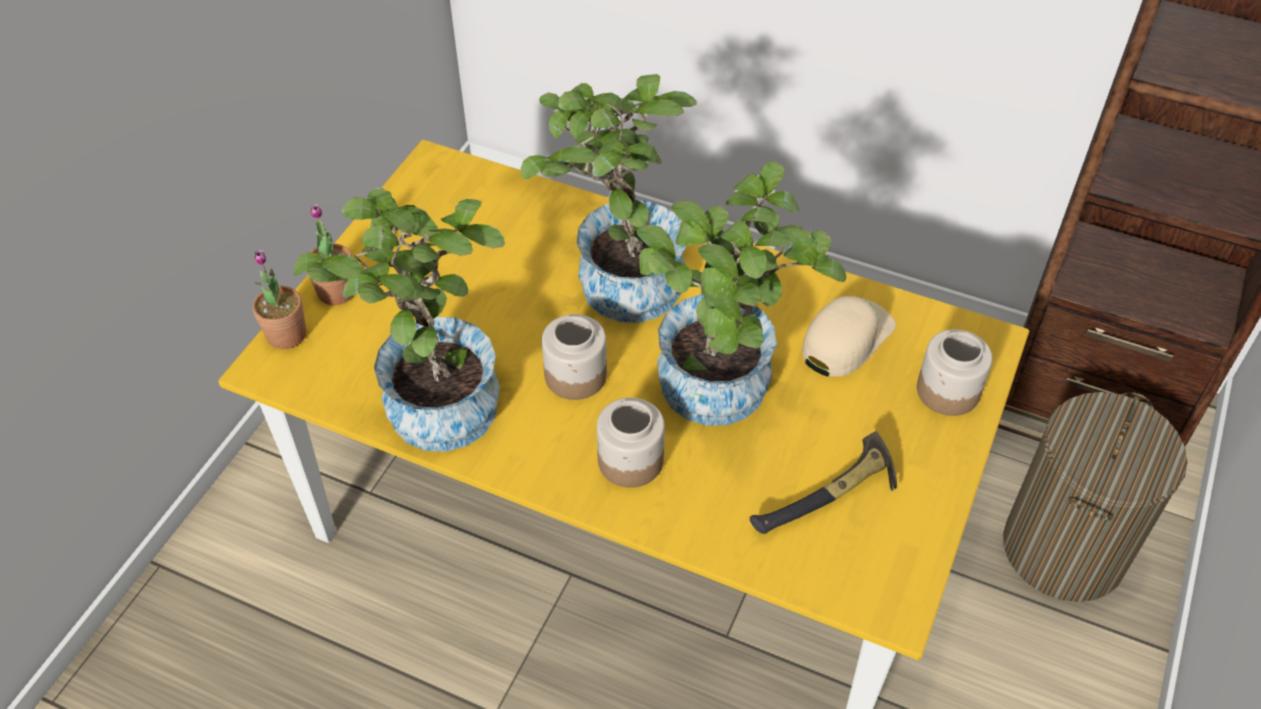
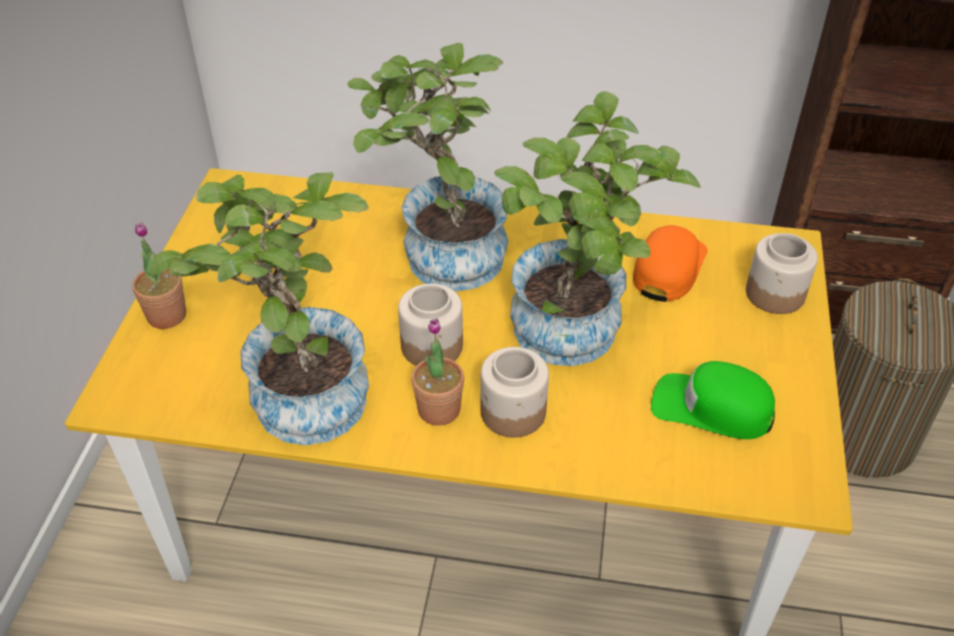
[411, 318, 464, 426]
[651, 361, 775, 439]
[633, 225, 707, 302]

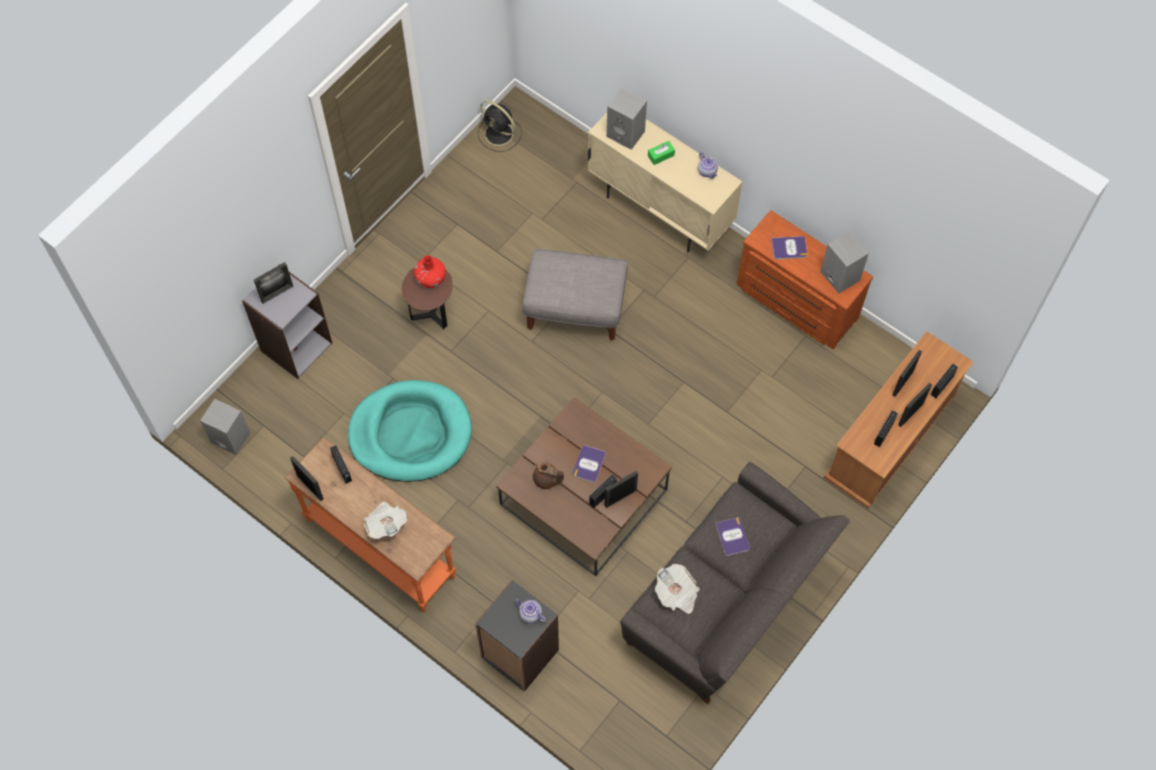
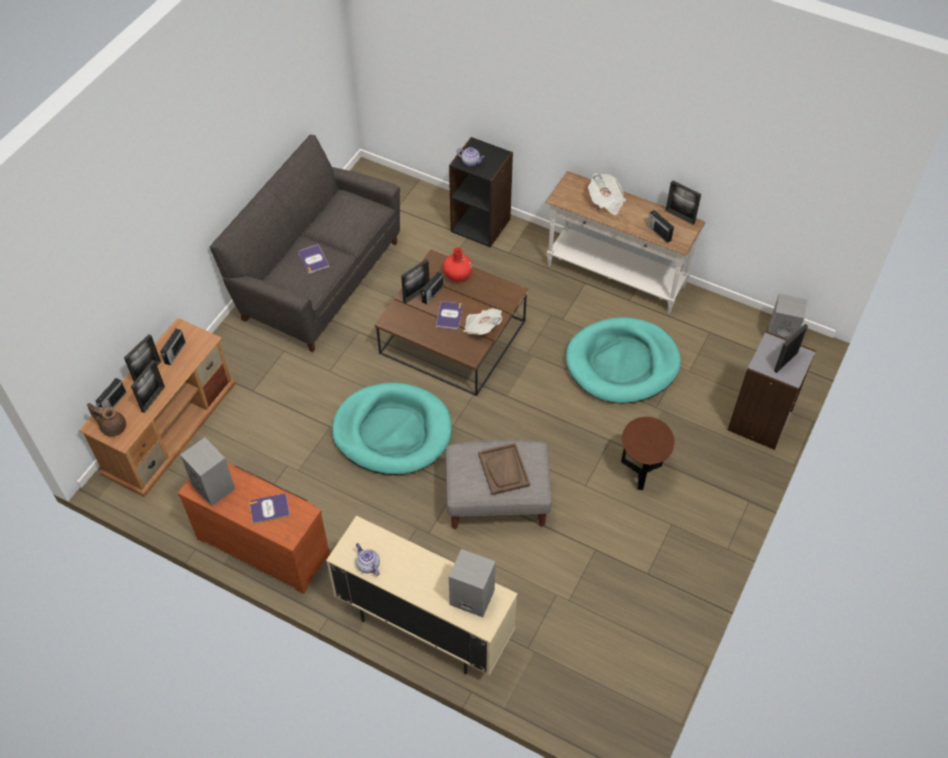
[545, 171, 705, 314]
[443, 247, 473, 282]
[478, 100, 522, 152] (first image)
[87, 403, 126, 437]
[648, 141, 675, 165] (first image)
[463, 308, 502, 335]
[332, 382, 452, 475]
[478, 443, 530, 495]

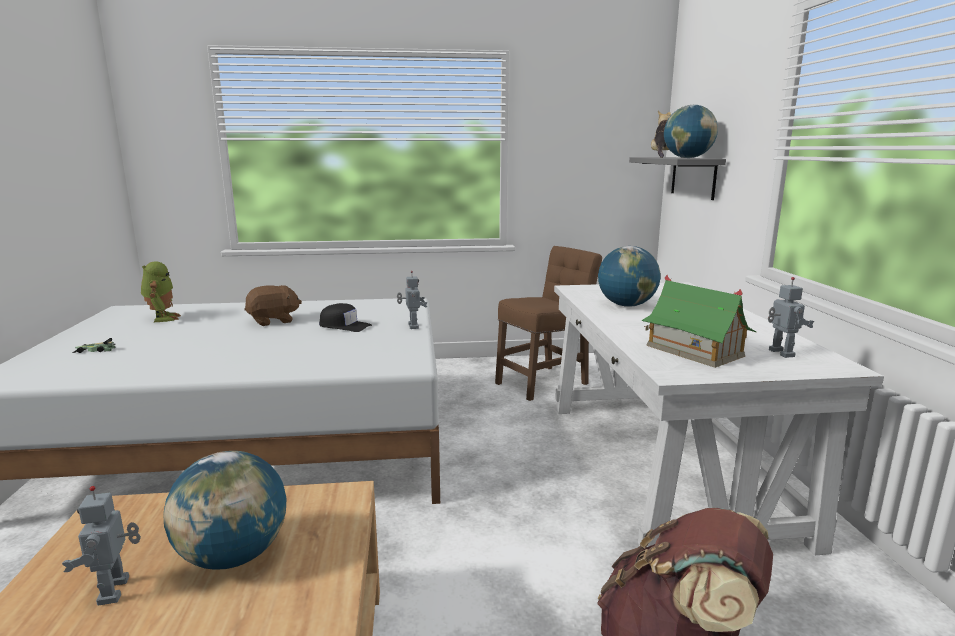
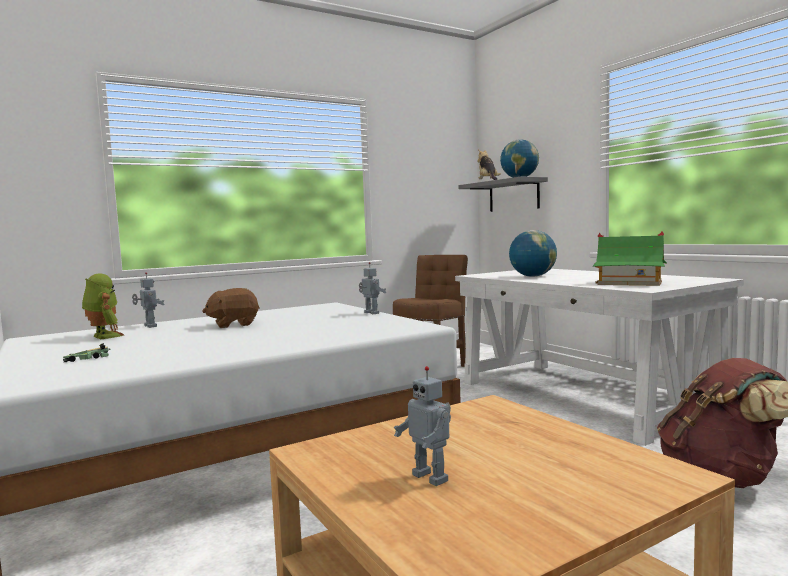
[164, 451, 286, 569] (first image)
[202, 288, 260, 328]
[319, 303, 372, 332] (first image)
[132, 272, 165, 328]

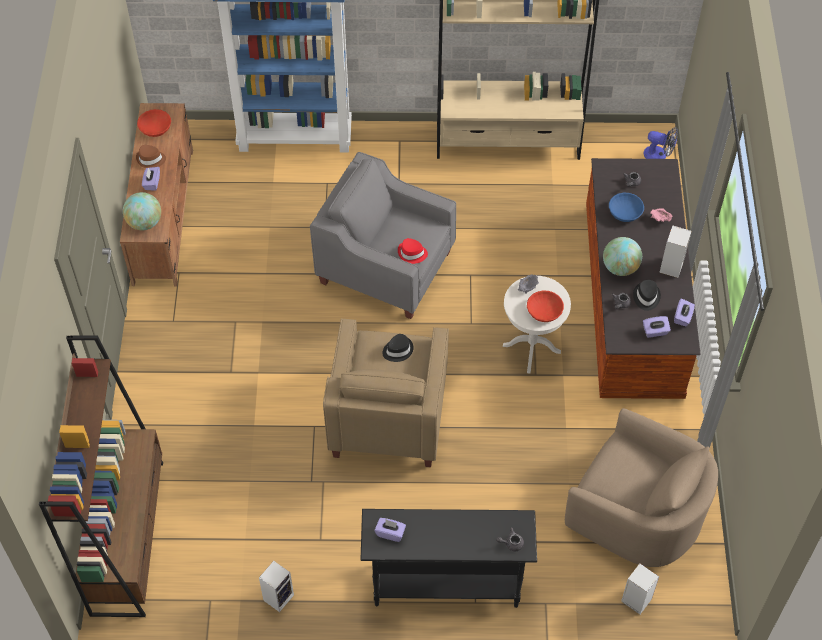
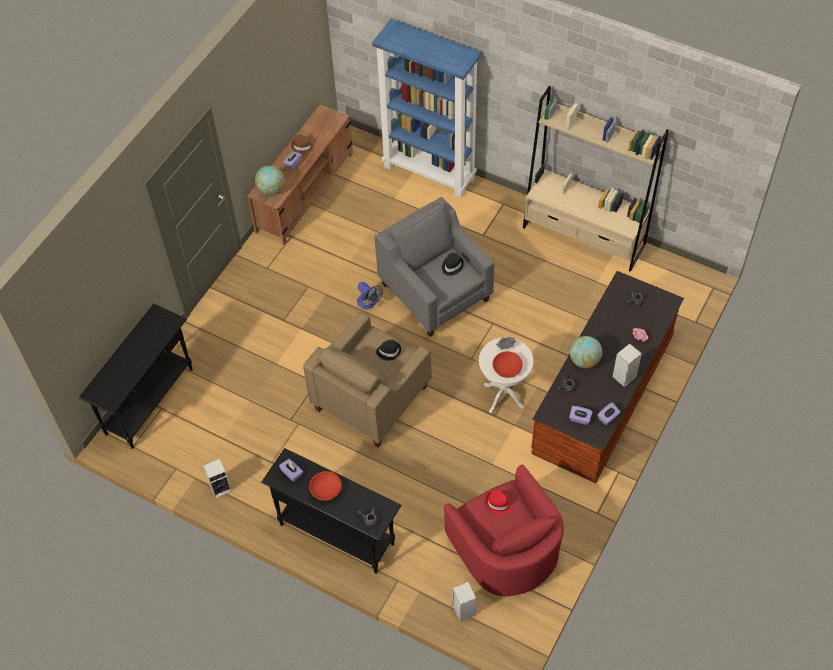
[79, 303, 193, 449]
[309, 471, 342, 501]
[486, 490, 512, 514]
[444, 464, 564, 596]
[609, 193, 644, 222] (first image)
[442, 253, 464, 276]
[357, 282, 383, 309]

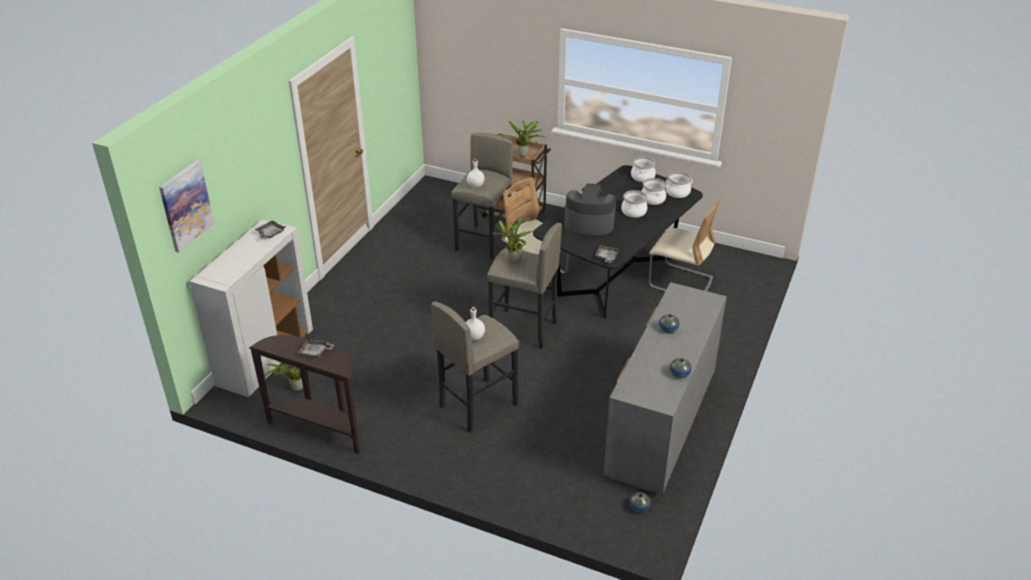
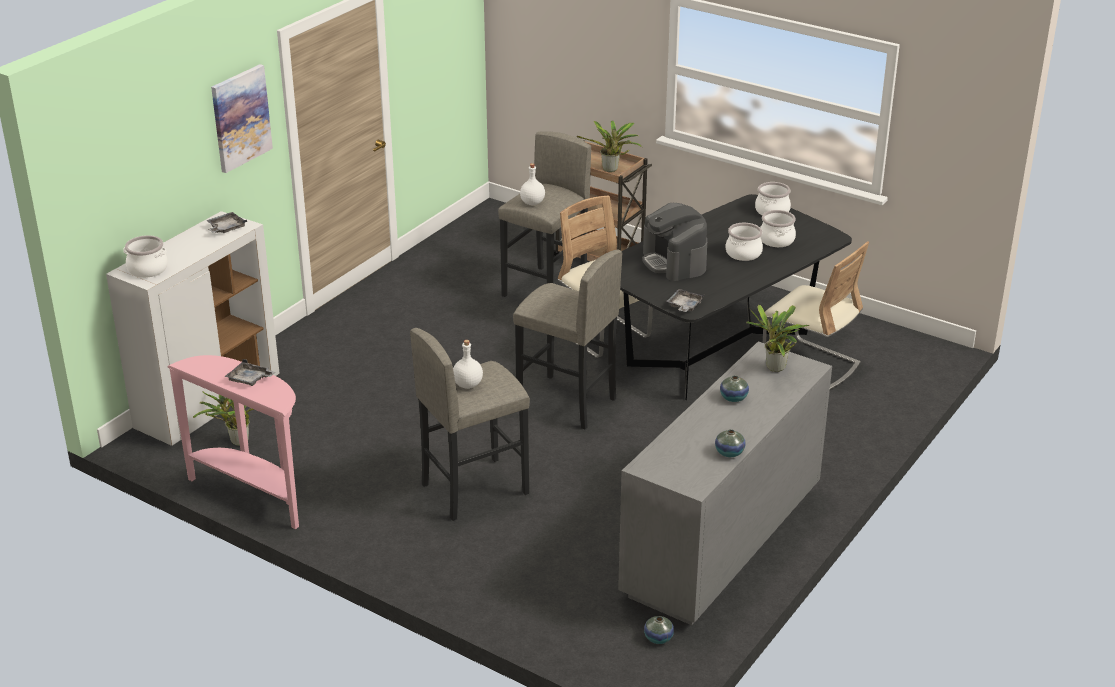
[211, 64, 273, 173]
[168, 355, 299, 529]
[746, 305, 809, 372]
[642, 203, 707, 281]
[123, 235, 168, 278]

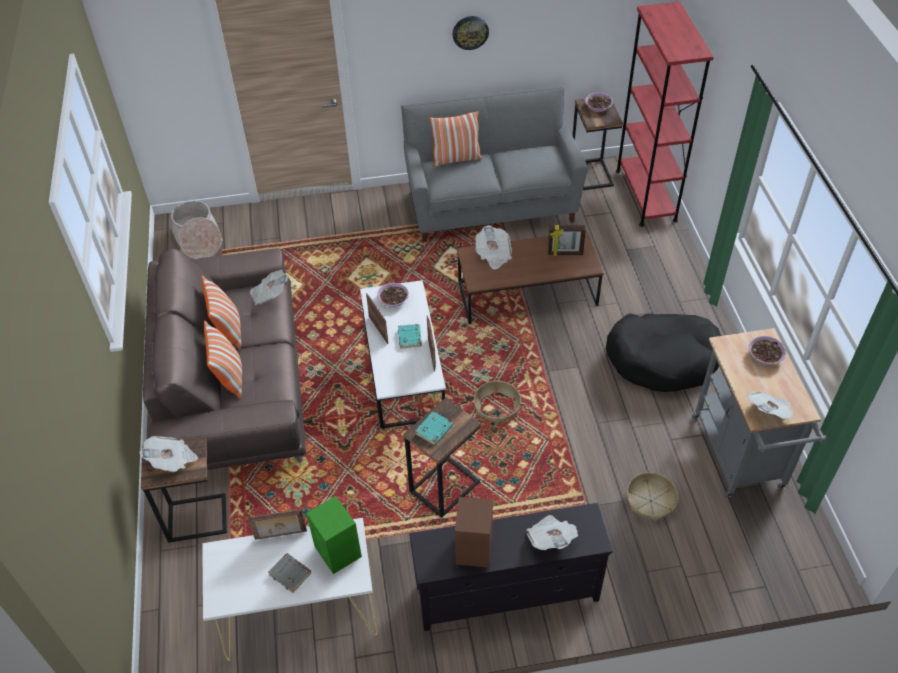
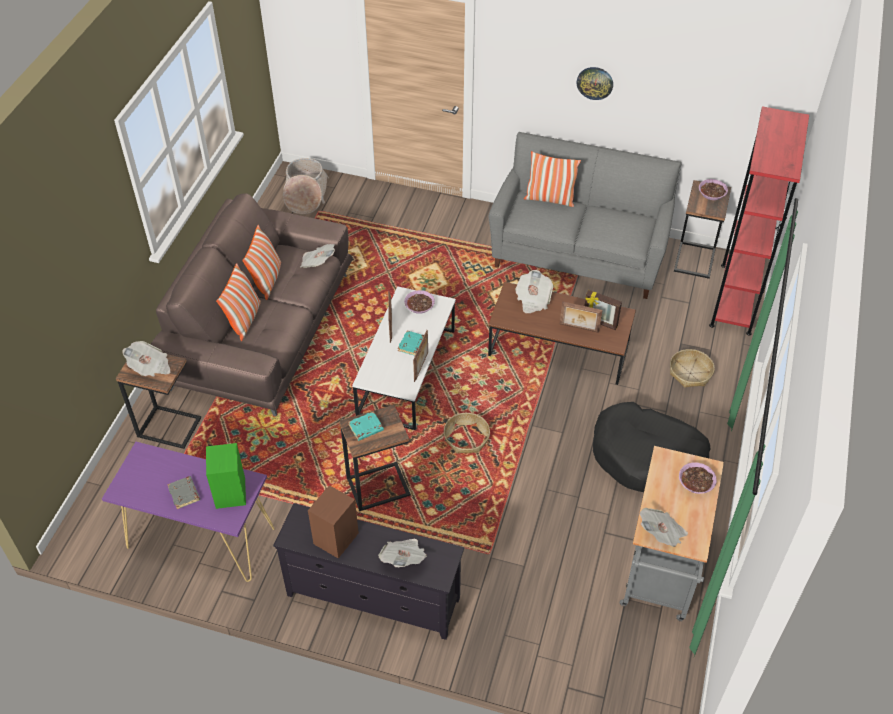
[102, 442, 275, 582]
[560, 301, 603, 333]
[670, 349, 714, 388]

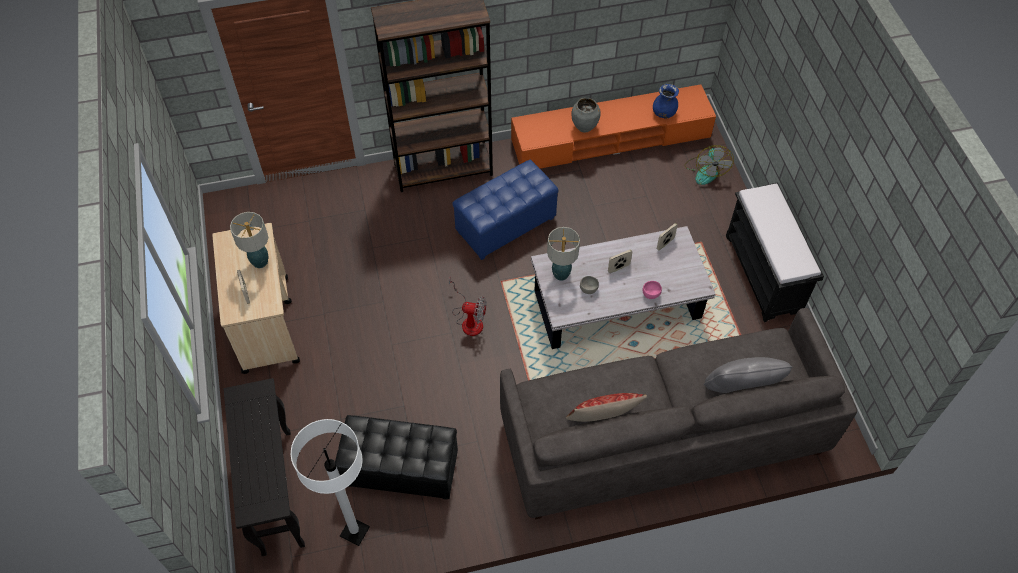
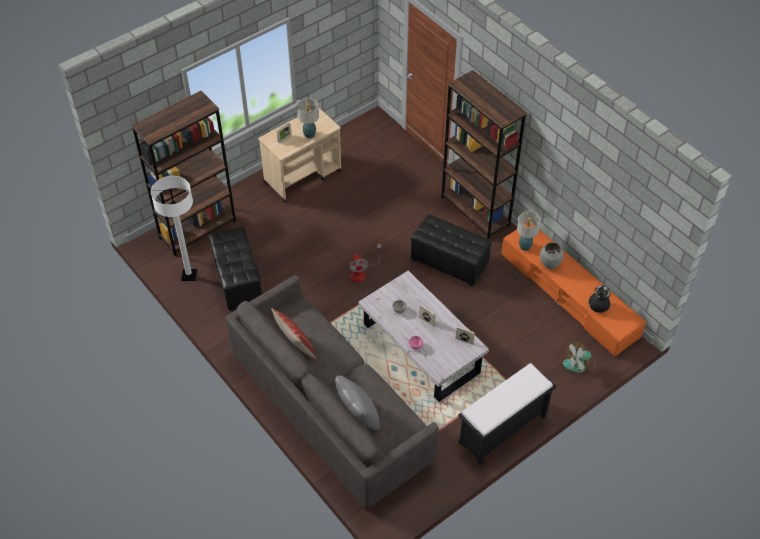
[131, 91, 236, 256]
[411, 214, 492, 287]
[517, 211, 541, 251]
[589, 285, 611, 313]

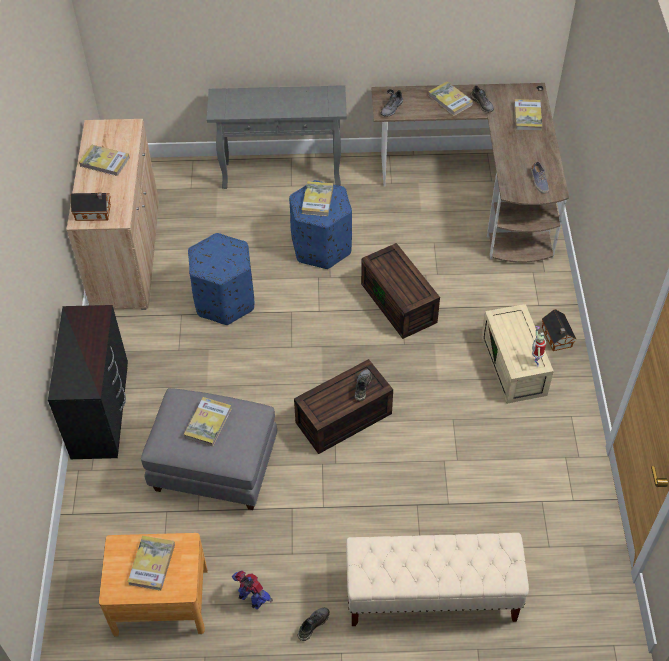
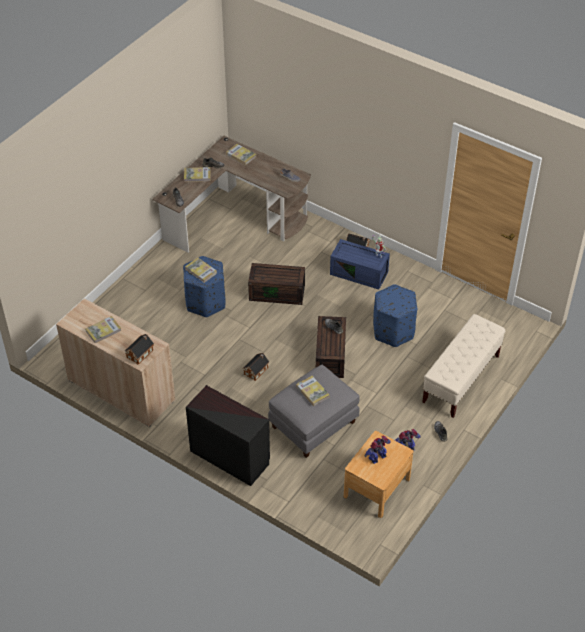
[364, 435, 391, 464]
[373, 284, 417, 347]
[207, 85, 347, 189] (first image)
[330, 239, 390, 289]
[243, 353, 269, 381]

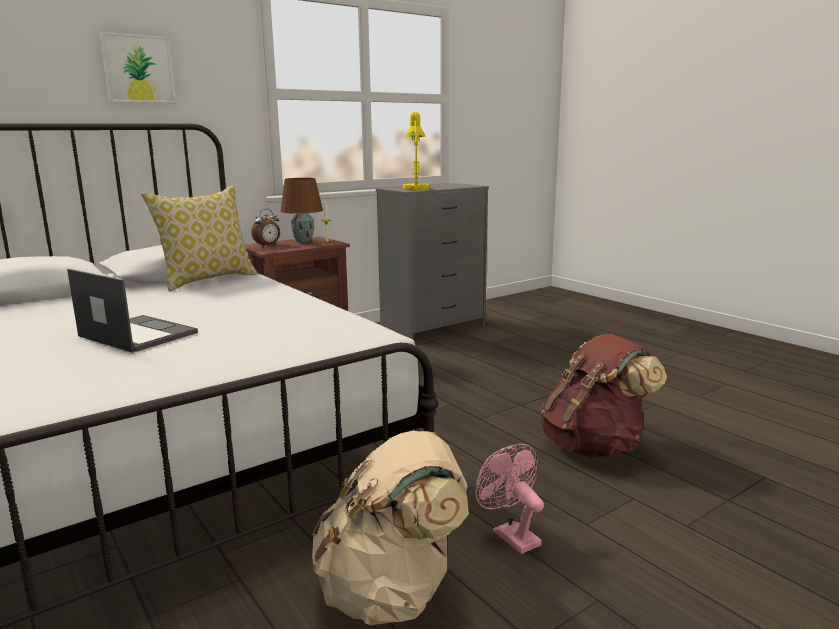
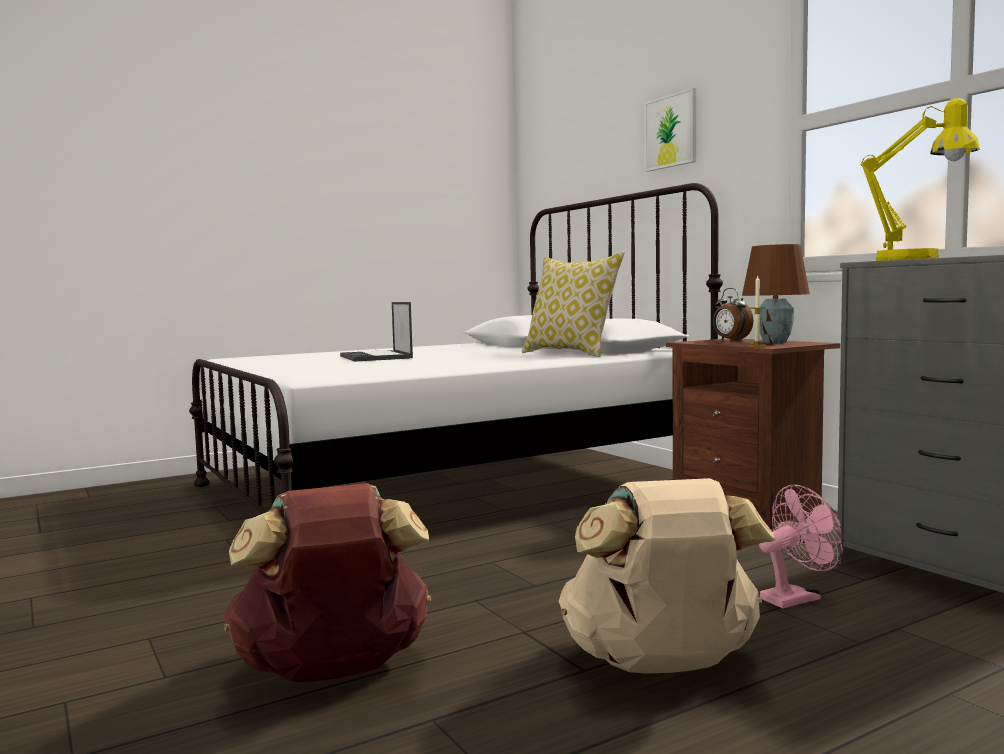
[340, 302, 413, 362]
[559, 478, 775, 673]
[759, 484, 844, 609]

